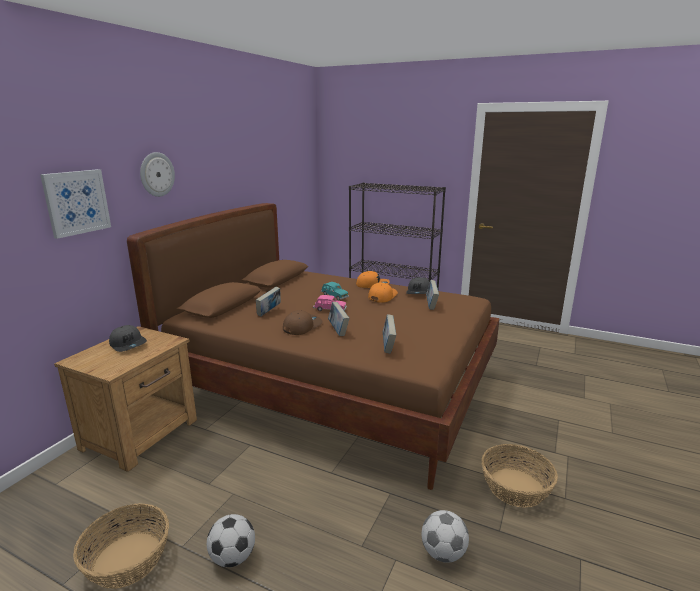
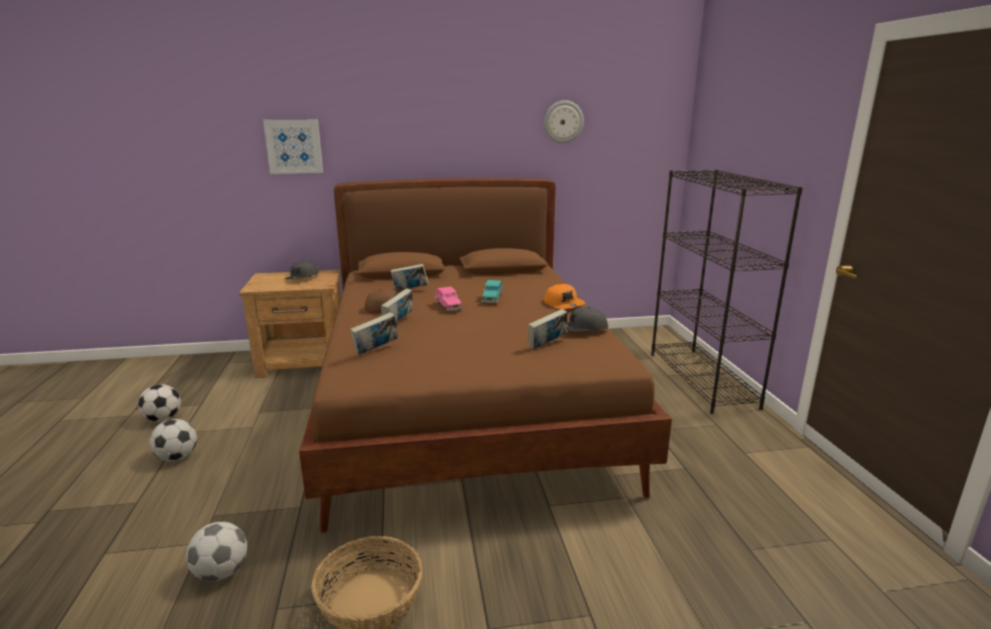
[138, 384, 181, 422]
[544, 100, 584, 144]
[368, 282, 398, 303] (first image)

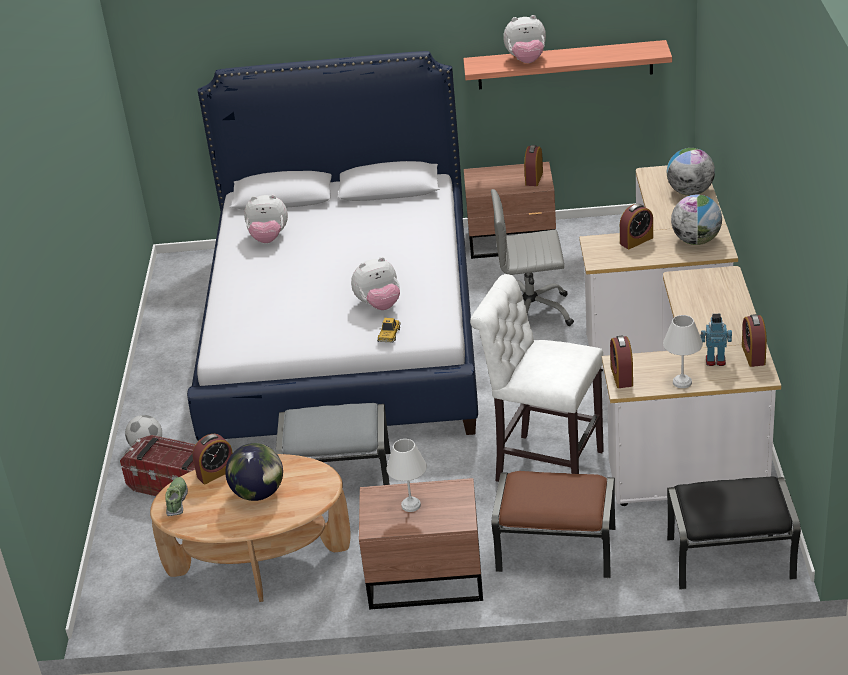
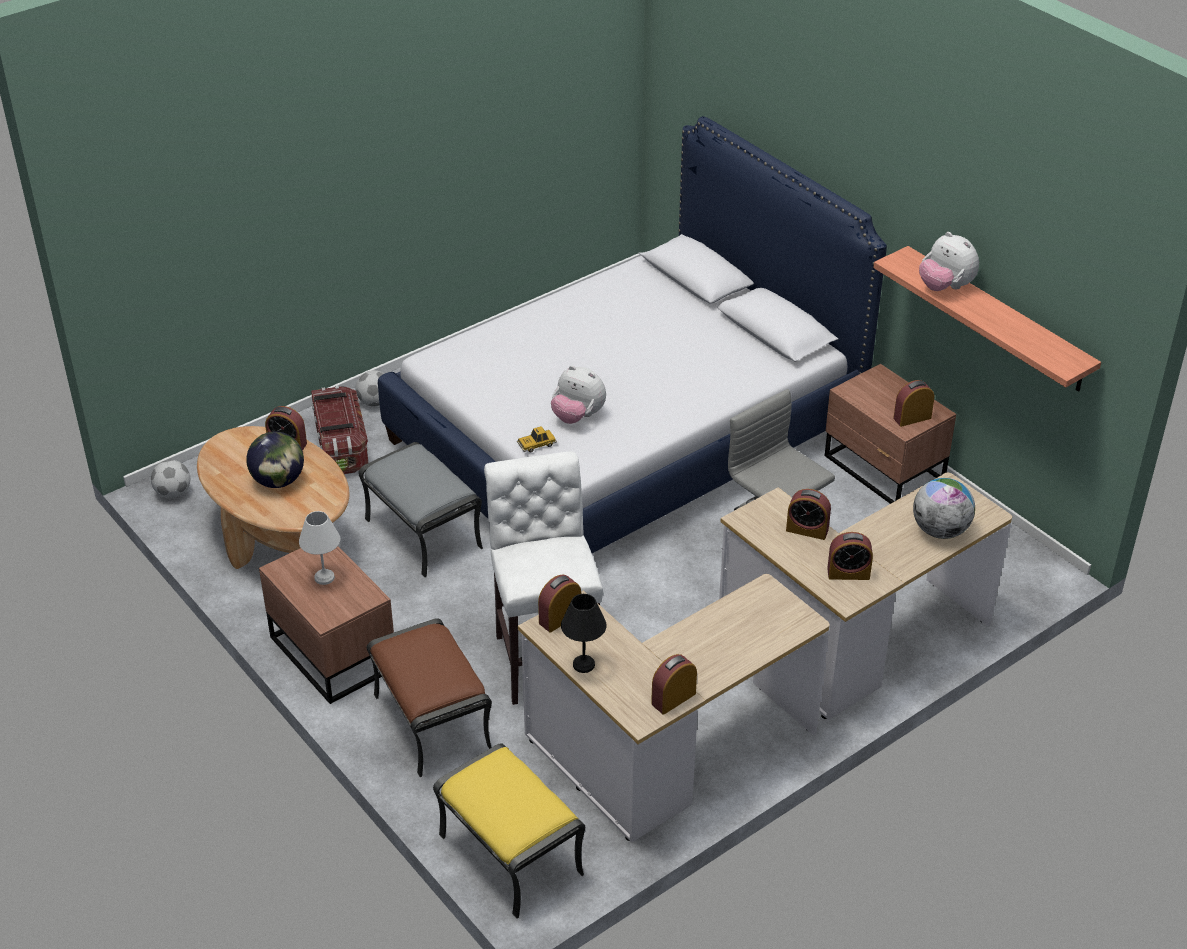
[165, 477, 188, 516] (first image)
[244, 195, 288, 243] (first image)
[561, 594, 607, 673]
[433, 743, 585, 919]
[827, 532, 873, 580]
[700, 314, 732, 366] (first image)
[151, 460, 190, 498]

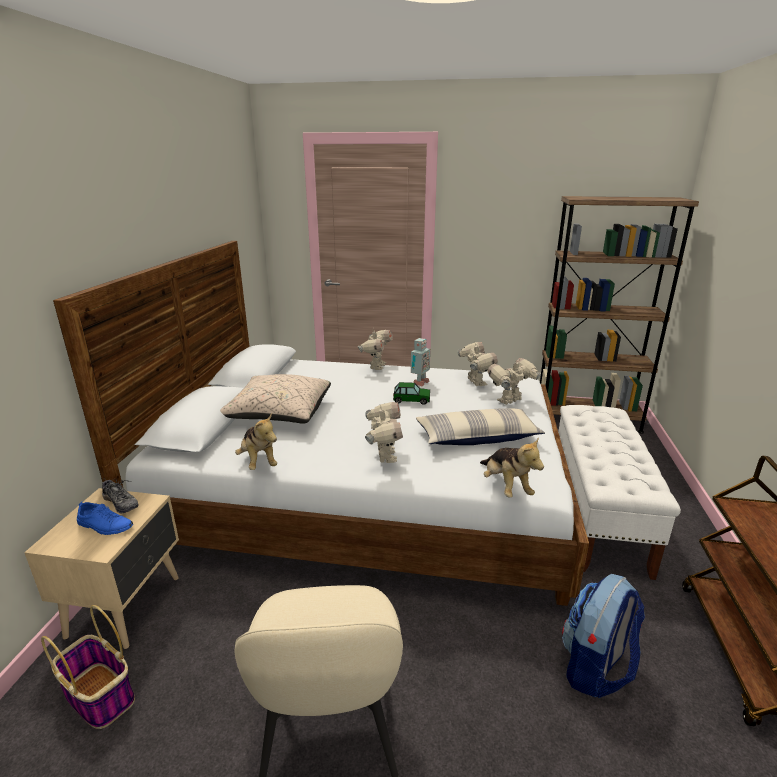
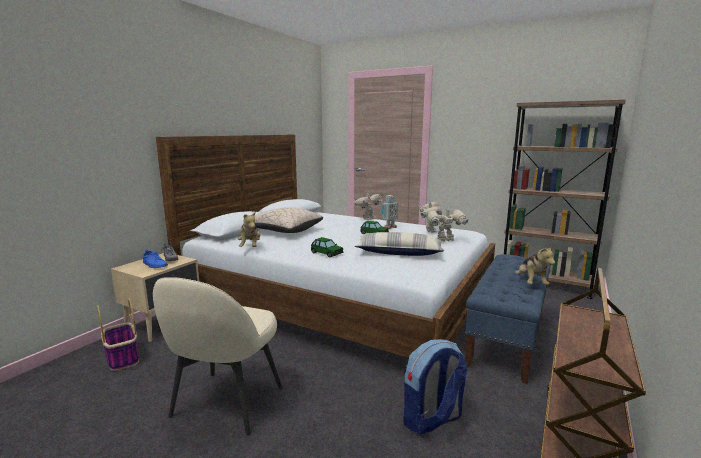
[311, 237, 344, 258]
[515, 245, 555, 286]
[465, 254, 551, 384]

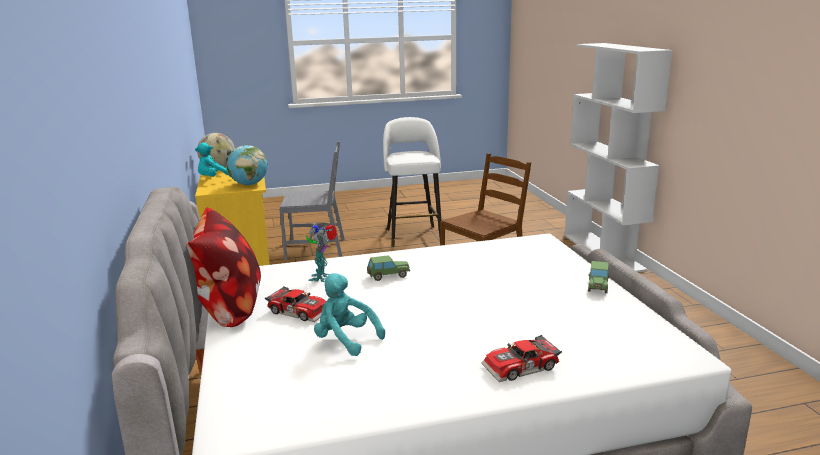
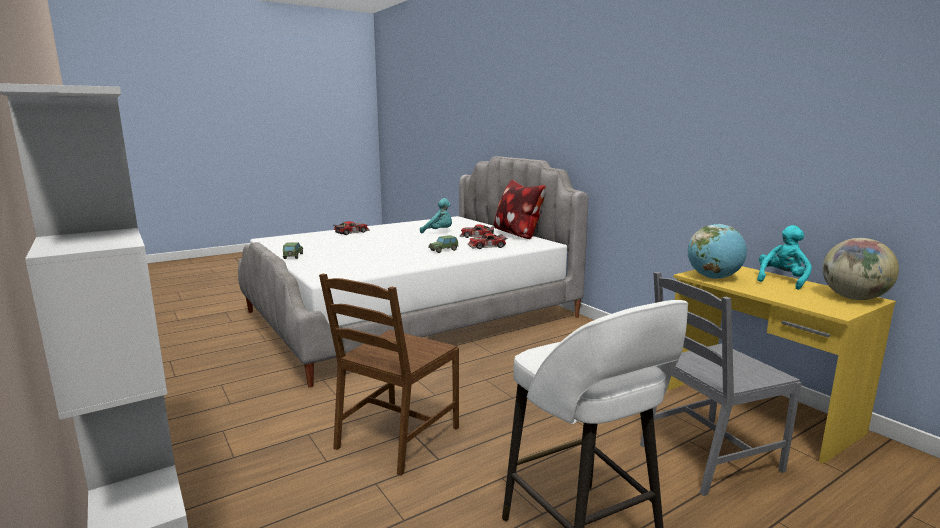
[468, 234, 508, 249]

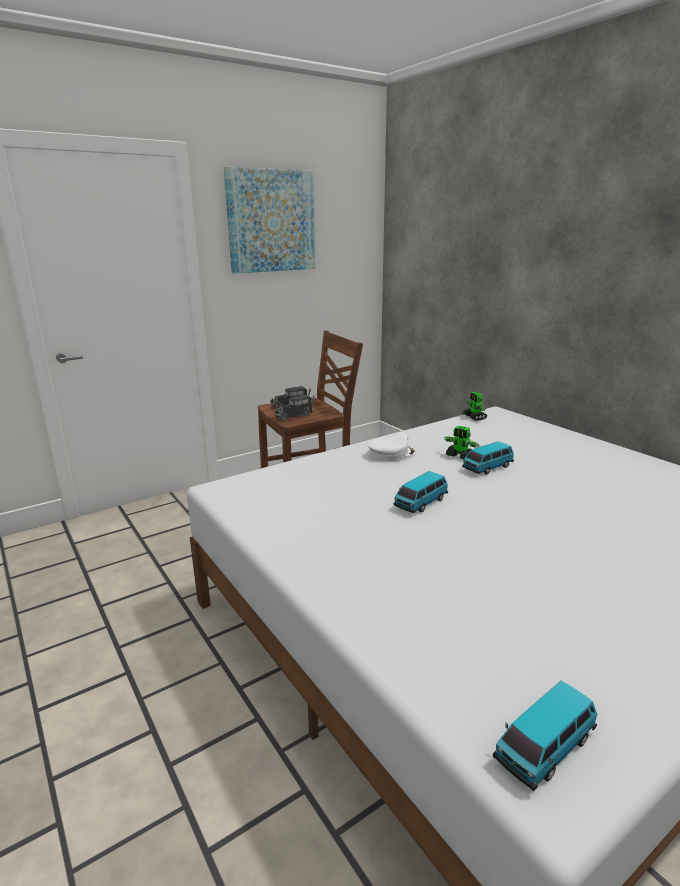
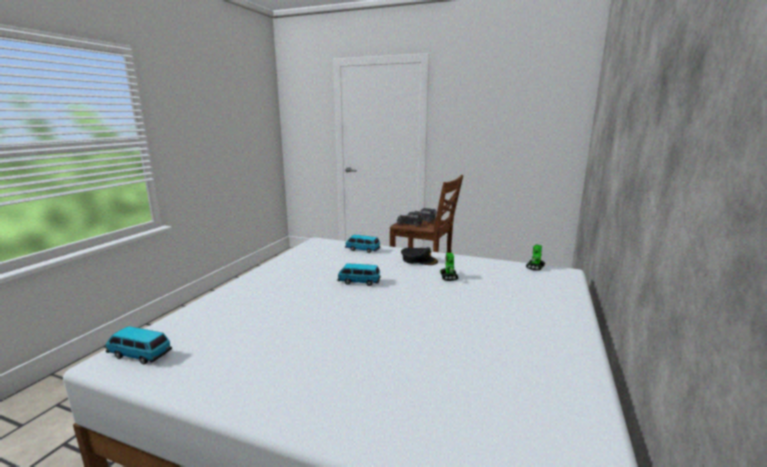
[224, 167, 315, 274] (first image)
[401, 247, 438, 265]
[345, 235, 380, 253]

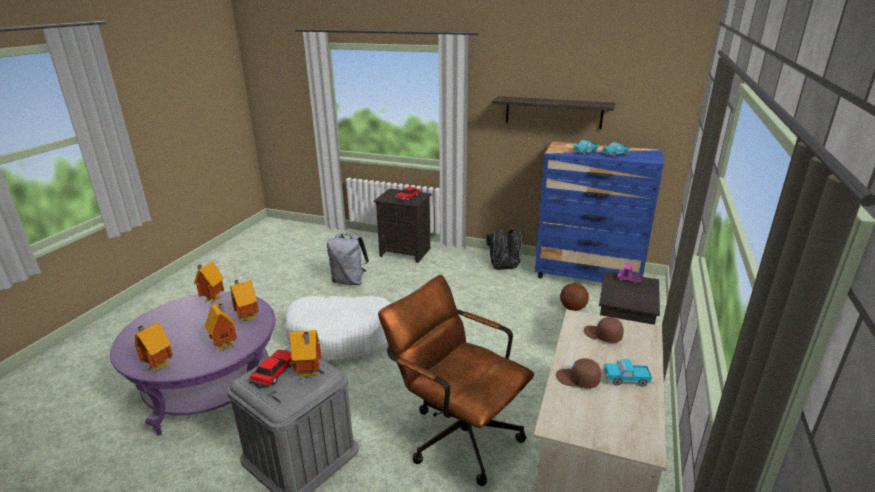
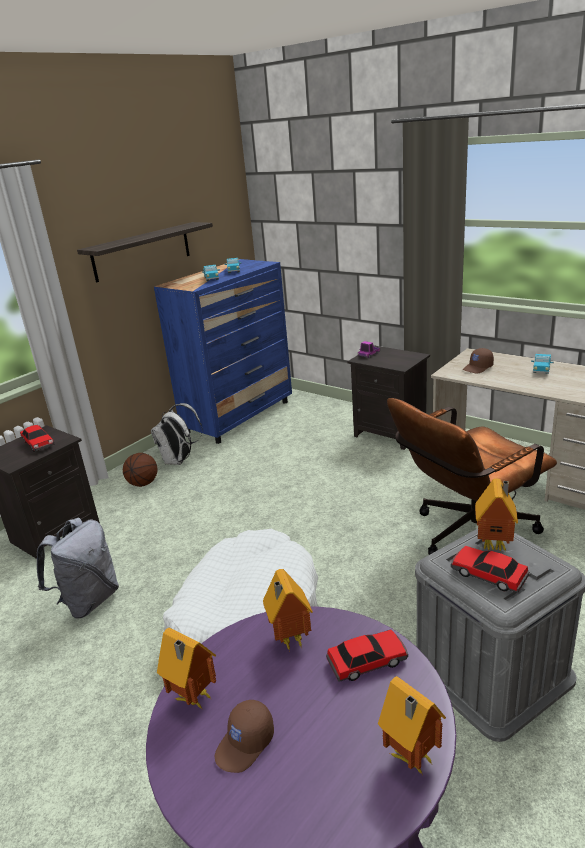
[326, 630, 408, 682]
[151, 403, 203, 465]
[215, 699, 274, 773]
[123, 453, 158, 487]

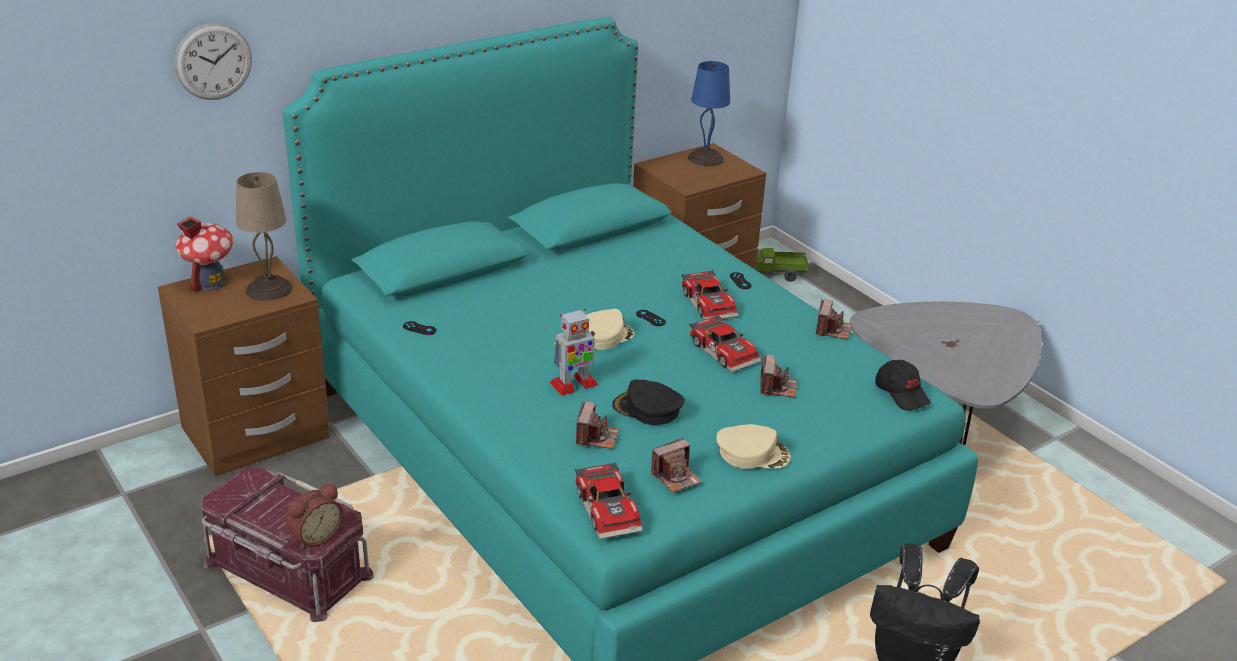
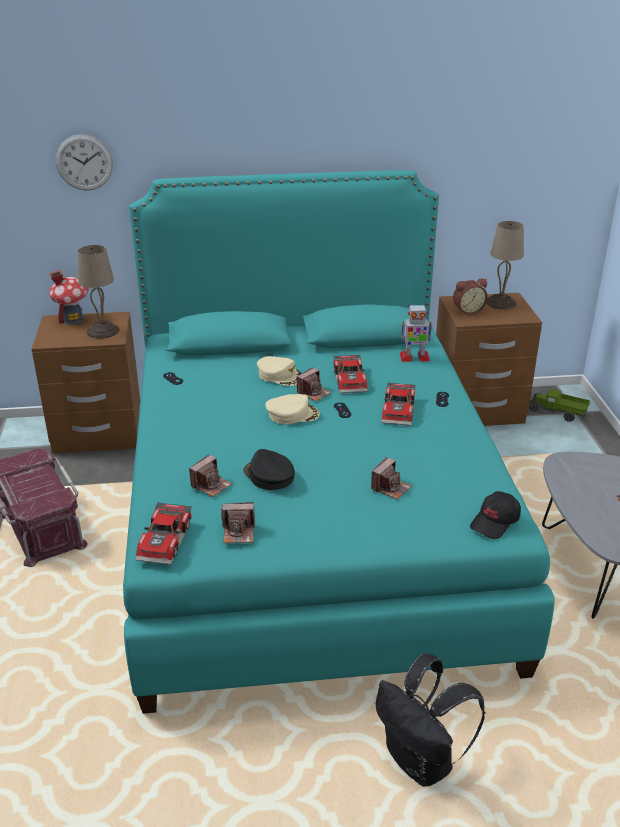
[453, 278, 488, 315]
[400, 305, 432, 362]
[486, 221, 524, 309]
[333, 354, 368, 393]
[257, 356, 302, 386]
[297, 367, 332, 401]
[470, 491, 521, 539]

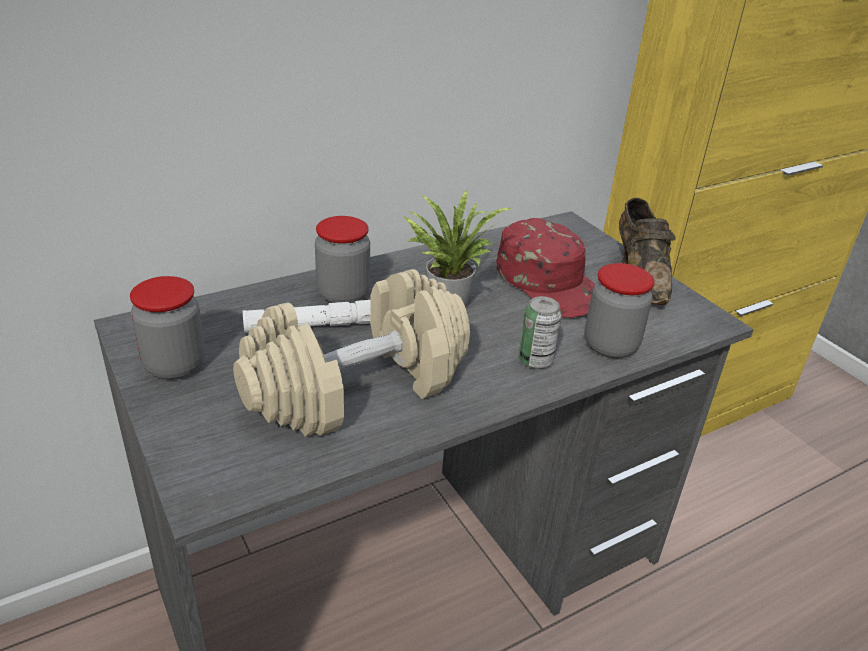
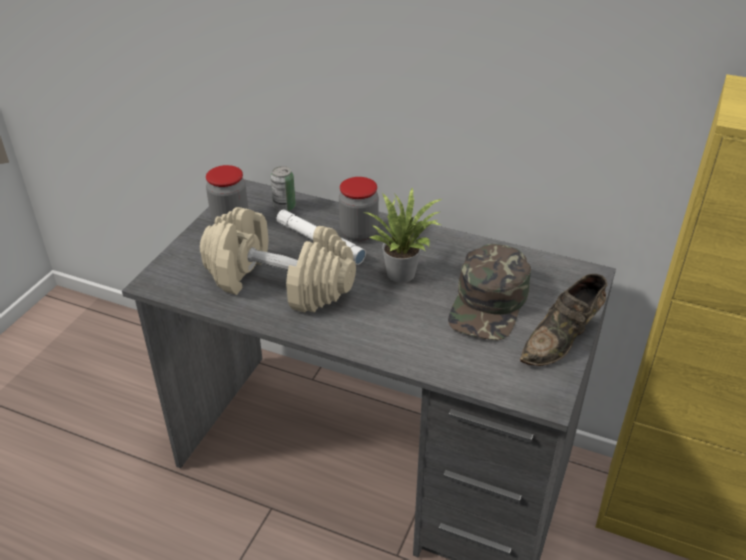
[448, 244, 531, 340]
[271, 166, 296, 211]
[585, 263, 654, 358] (first image)

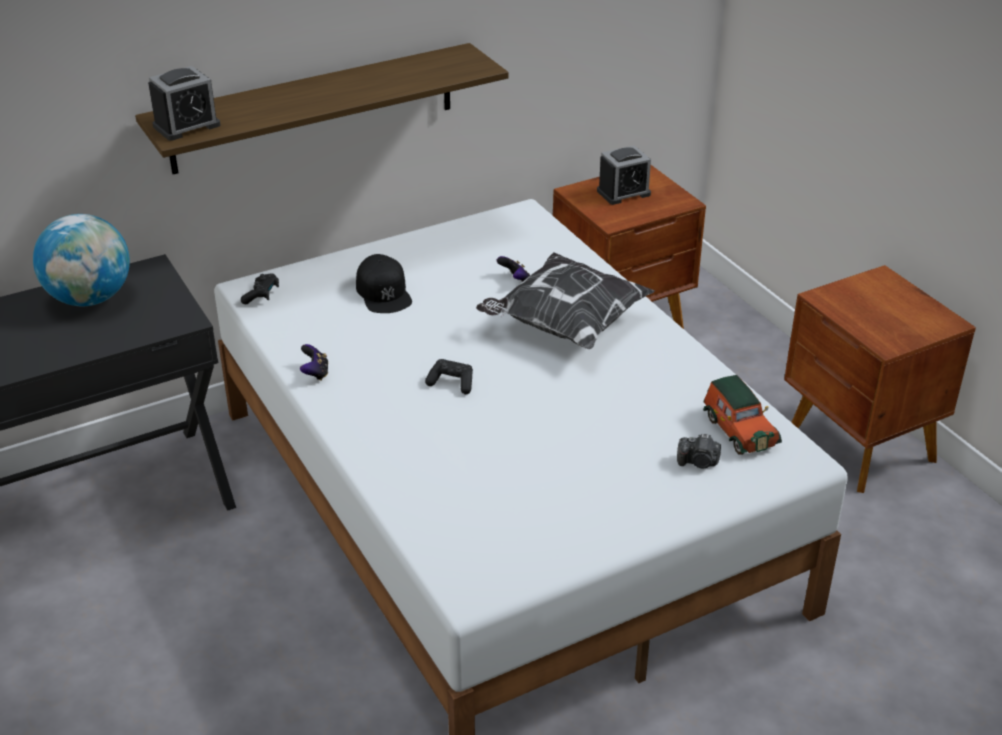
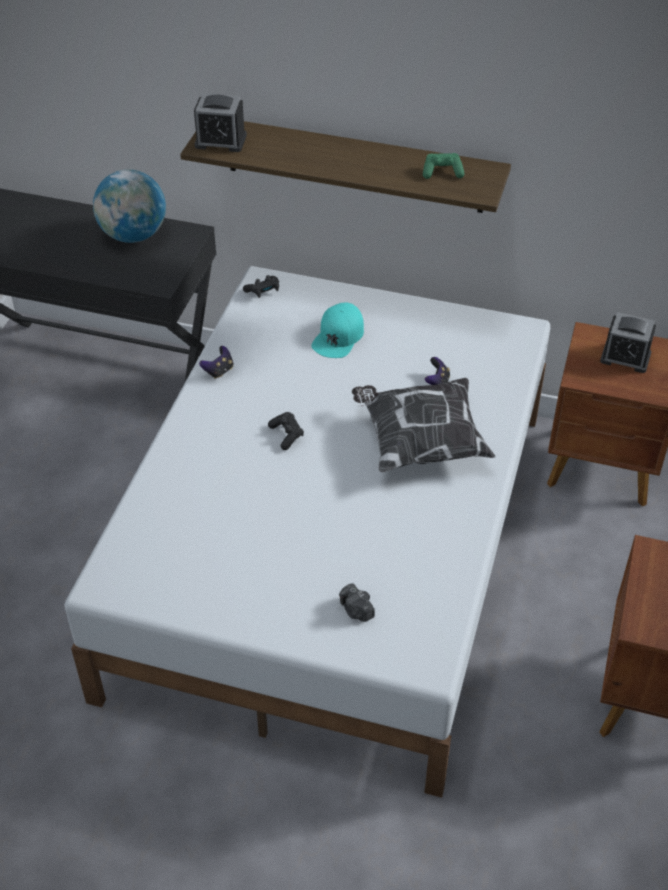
[311, 302, 364, 358]
[703, 375, 782, 455] (first image)
[423, 153, 464, 179]

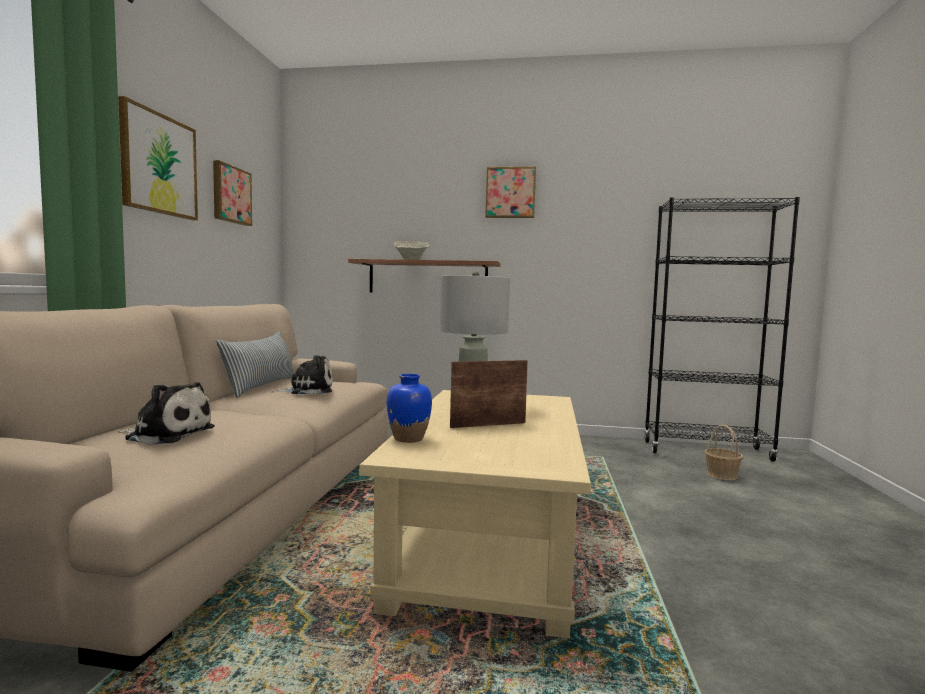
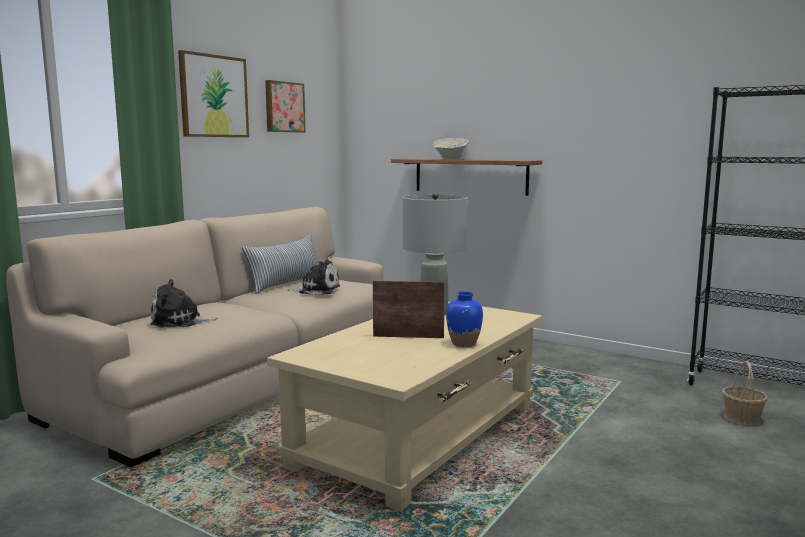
[151, 279, 218, 328]
[446, 291, 483, 347]
[485, 166, 536, 218] (first image)

